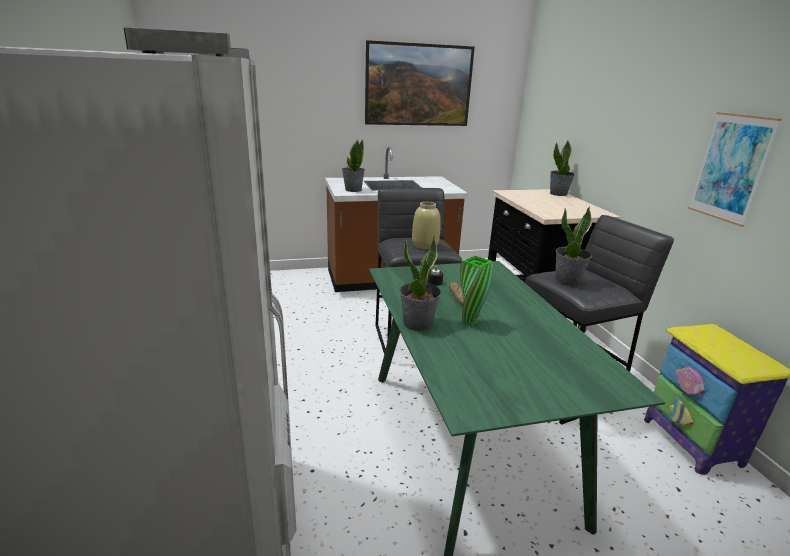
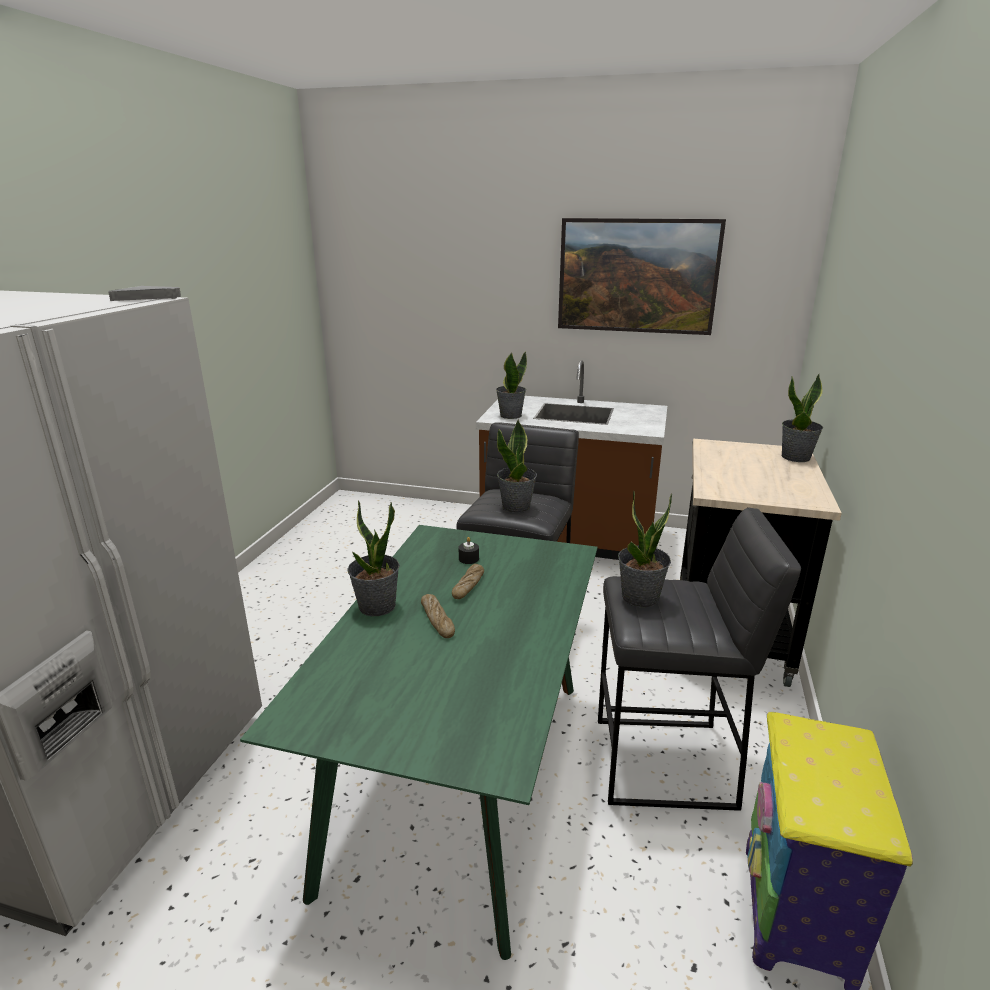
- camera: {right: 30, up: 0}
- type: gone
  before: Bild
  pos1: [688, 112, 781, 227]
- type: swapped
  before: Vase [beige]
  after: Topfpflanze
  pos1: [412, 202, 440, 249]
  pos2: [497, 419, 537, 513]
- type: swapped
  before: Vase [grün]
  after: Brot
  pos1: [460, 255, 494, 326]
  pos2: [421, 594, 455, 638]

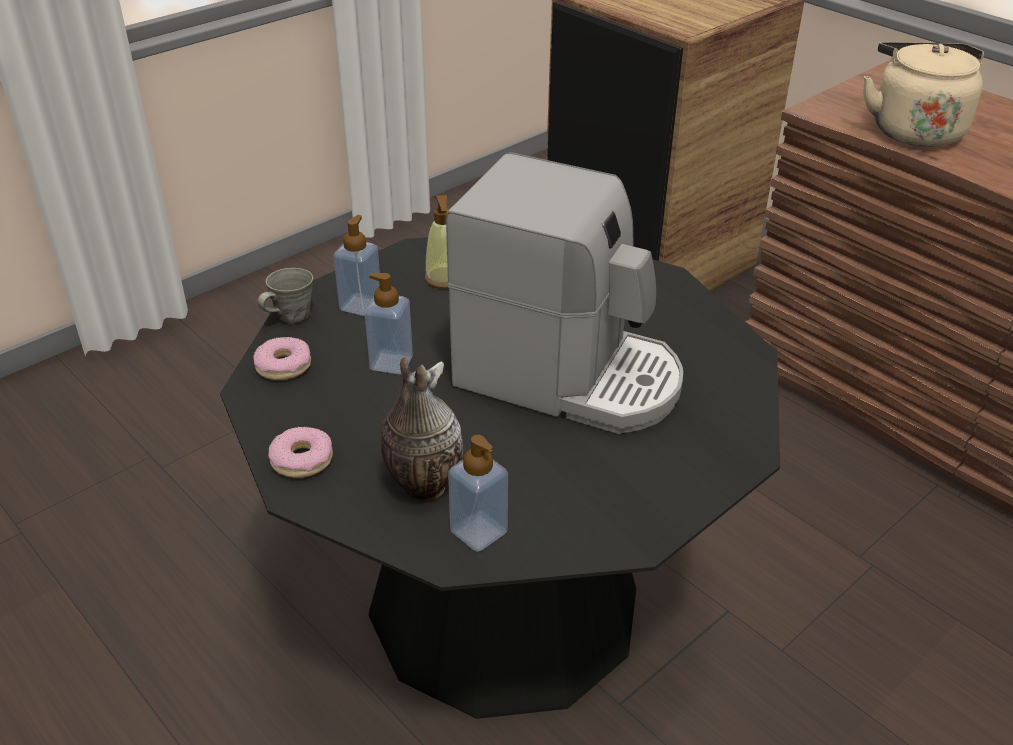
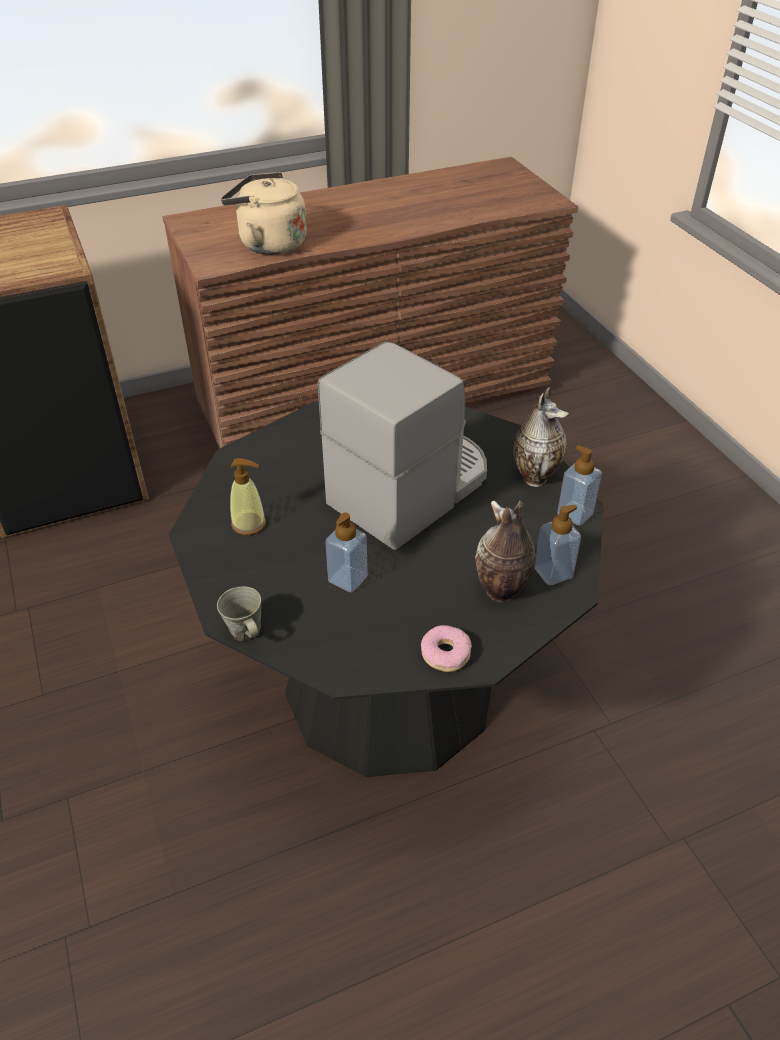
- camera: {right: -70, up: 5}
- type: gone
  before: Donut
  pos1: [253, 337, 311, 380]
- type: new
  after: Vase
  pos2: [512, 387, 569, 487]
- type: shifted
  before: Seifenspender
  pos1: [334, 215, 380, 316]
  pos2: [557, 445, 602, 525]

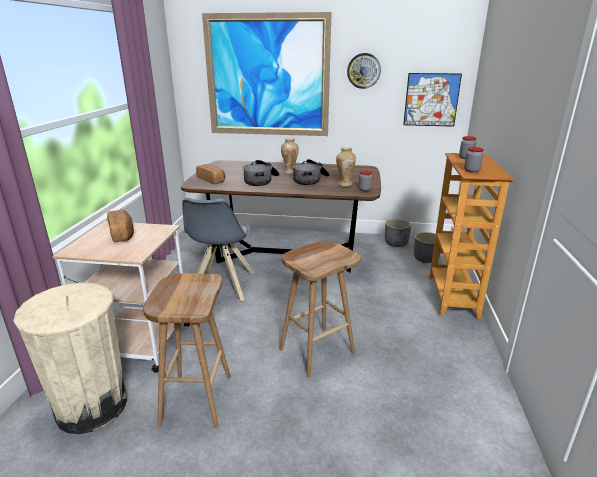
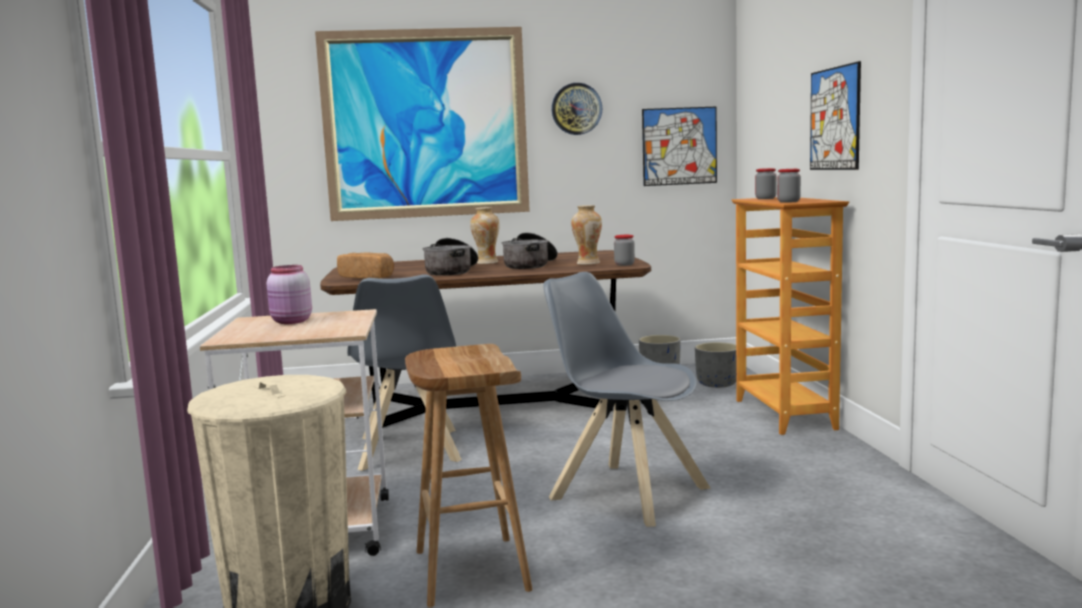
- camera: {right: -15, up: -15}
- type: new
  after: Bild
  pos2: [810, 61, 861, 170]
- type: swapped
  before: Brot
  after: Vorratsglas [rosa]
  pos1: [107, 209, 134, 243]
  pos2: [267, 265, 312, 324]
- type: swapped
  before: Hocker [braun]
  after: Stuhl [grau]
  pos1: [279, 241, 361, 377]
  pos2: [543, 272, 711, 527]

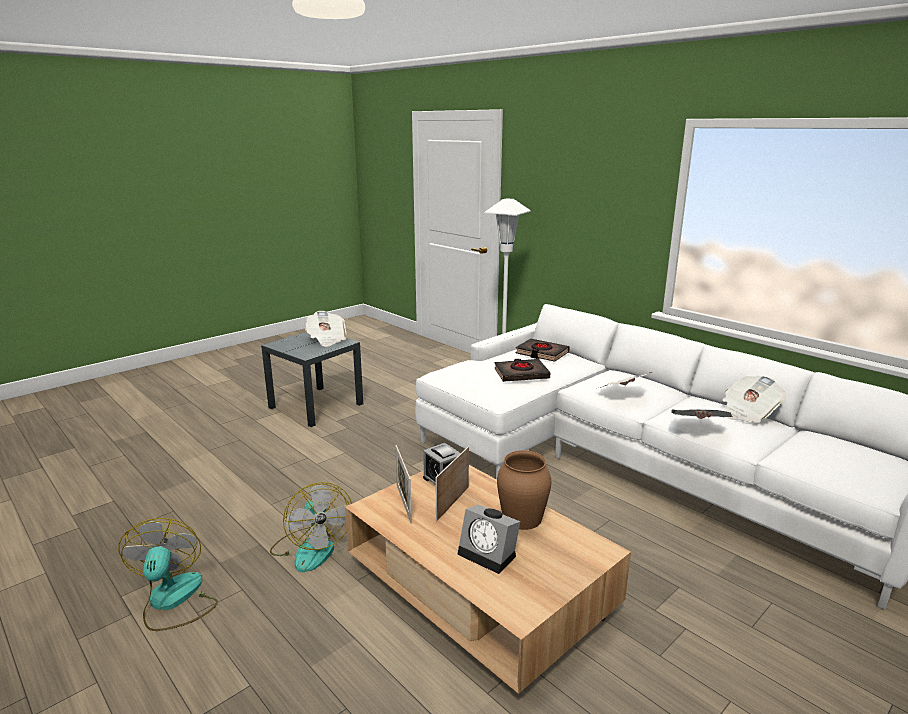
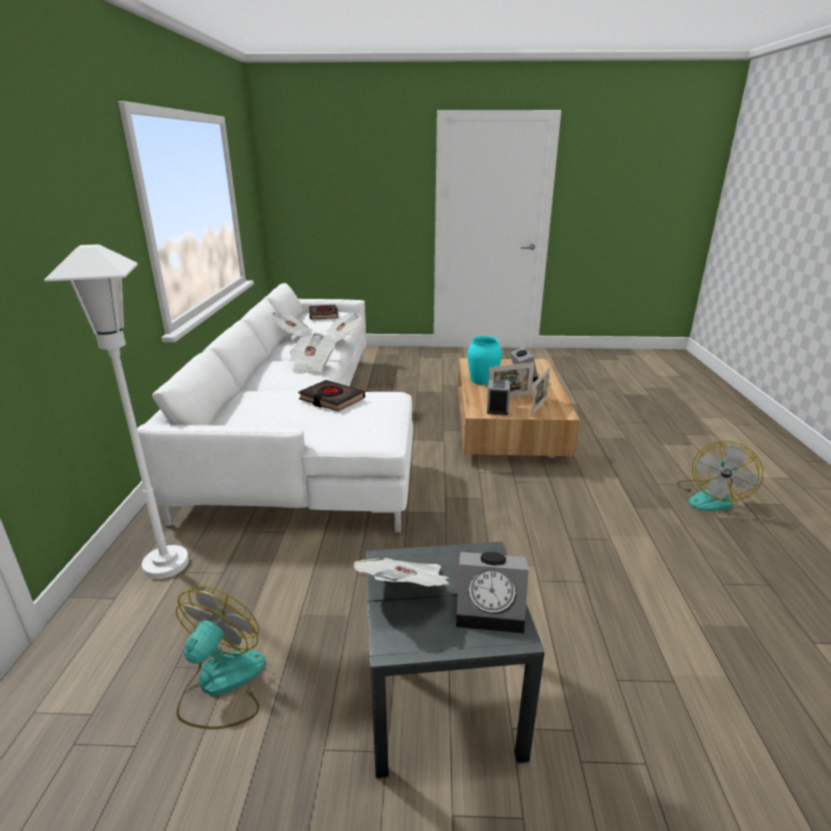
- camera: {right: -135, up: 5}
- type: new
  after: Wecker
  pos2: [456, 552, 529, 633]
- type: shifted
  before: Ventilator
  pos1: [270, 482, 352, 572]
  pos2: [176, 586, 265, 729]
- type: shifted
  before: Buch [schwarz]
  pos1: [516, 339, 570, 362]
  pos2: [309, 305, 338, 320]
- type: repainted
  before: Vase [braun]
  after: Vase [türkis]
  pos1: [497, 450, 551, 530]
  pos2: [467, 336, 502, 385]

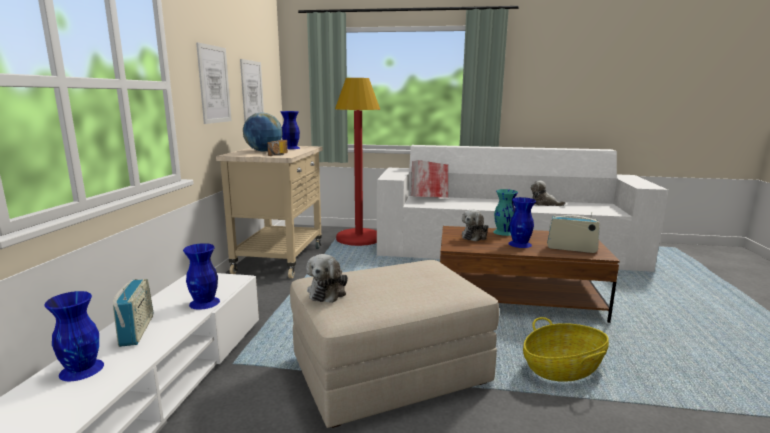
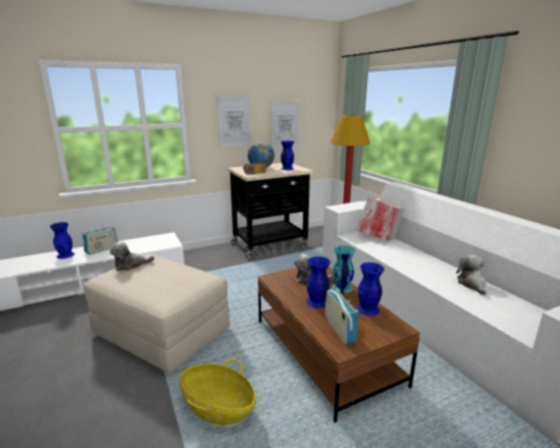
- camera: {right: 55, up: 5}
- type: shifted
  before: Vase [blau]
  pos1: [183, 243, 220, 310]
  pos2: [356, 262, 384, 316]
- type: repainted
  before: Rollwagen [beige]
  after: Rollwagen [schwarz]
  pos1: [216, 146, 323, 278]
  pos2: [228, 163, 313, 259]

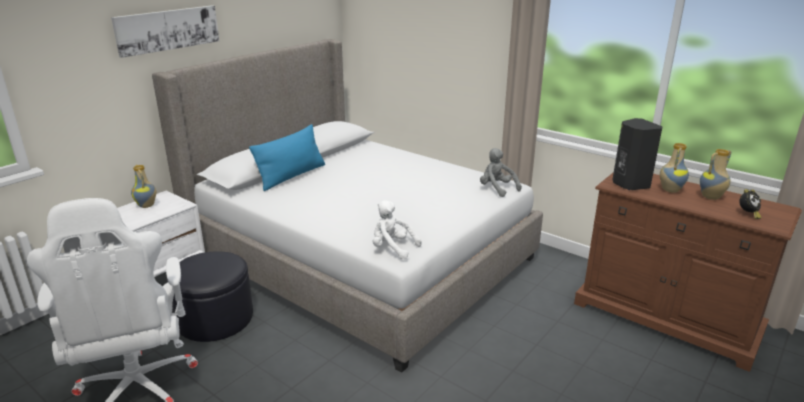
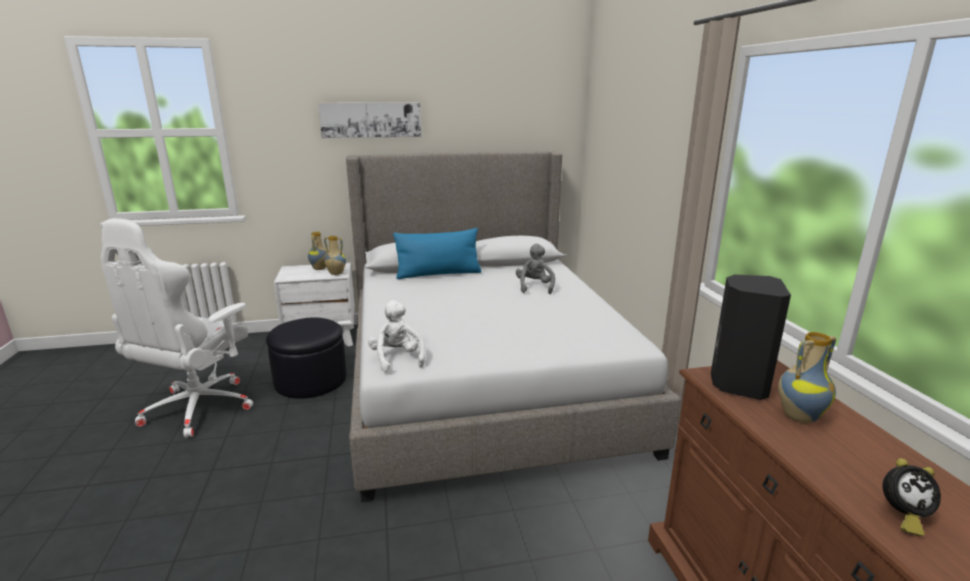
- camera: {right: 40, up: -5}
- type: shifted
  before: Plüschtier [grau]
  pos1: [480, 148, 522, 197]
  pos2: [516, 244, 555, 294]
- type: shifted
  before: Vase
  pos1: [700, 149, 731, 200]
  pos2: [324, 236, 346, 275]

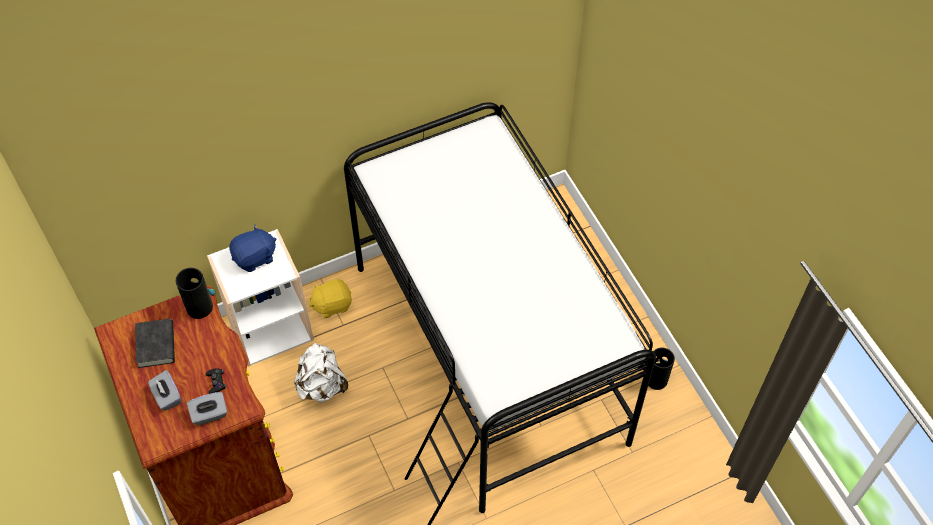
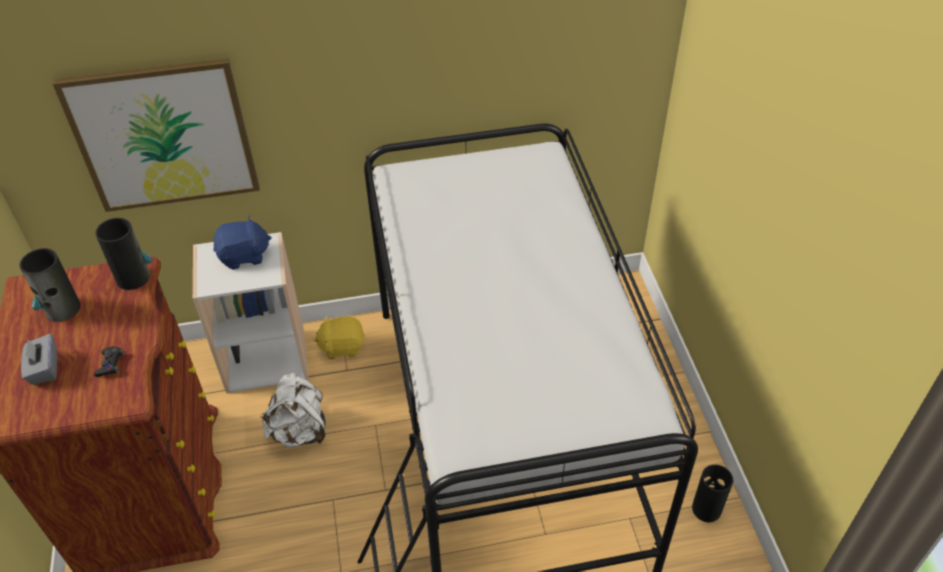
- camera: {right: 15, up: -10}
- type: gone
  before: Taschentuchbox [grau]
  pos1: [187, 392, 227, 425]
- type: new
  after: Bild
  pos2: [53, 58, 260, 212]
- type: swapped
  before: Buch [schwarz]
  after: Vase
  pos1: [135, 319, 175, 368]
  pos2: [20, 248, 80, 322]

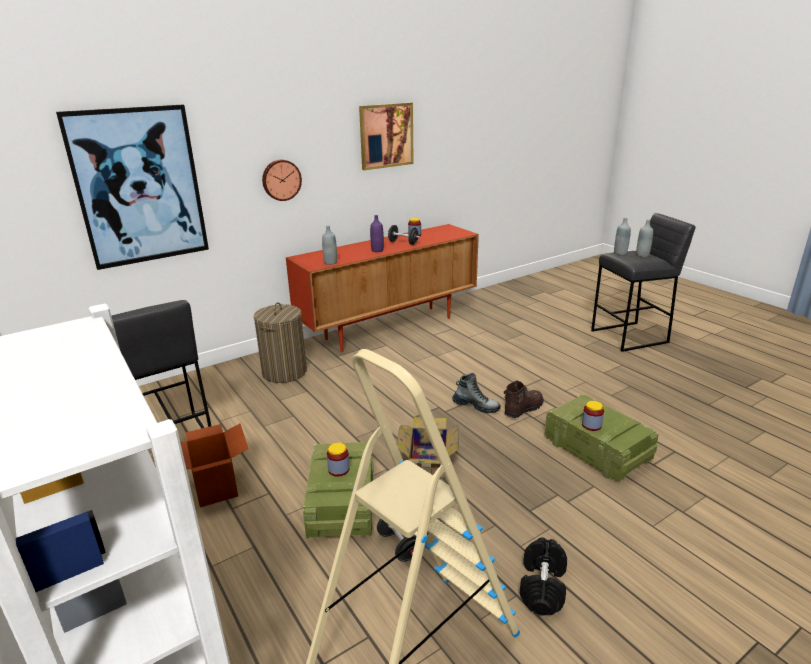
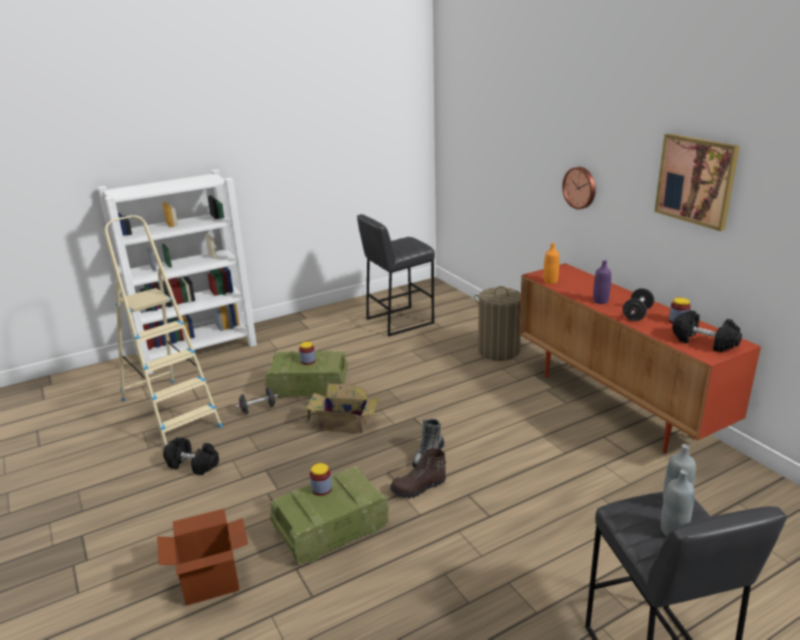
- camera: {right: 95, up: 0}
- type: gone
  before: Bild
  pos1: [56, 105, 209, 270]
- type: new
  after: Hantel [schwarz]
  pos2: [672, 310, 742, 352]
- type: shifted
  before: Karton
  pos1: [180, 424, 249, 507]
  pos2: [157, 509, 248, 606]
- type: repainted
  before: Flasche [grau]
  after: Flasche [orange]
  pos1: [322, 225, 337, 265]
  pos2: [544, 243, 559, 284]
- type: rotated
  before: Stiefel [braun]
  pos1: [504, 381, 544, 418]
  pos2: [390, 448, 446, 499]
  turn: 105

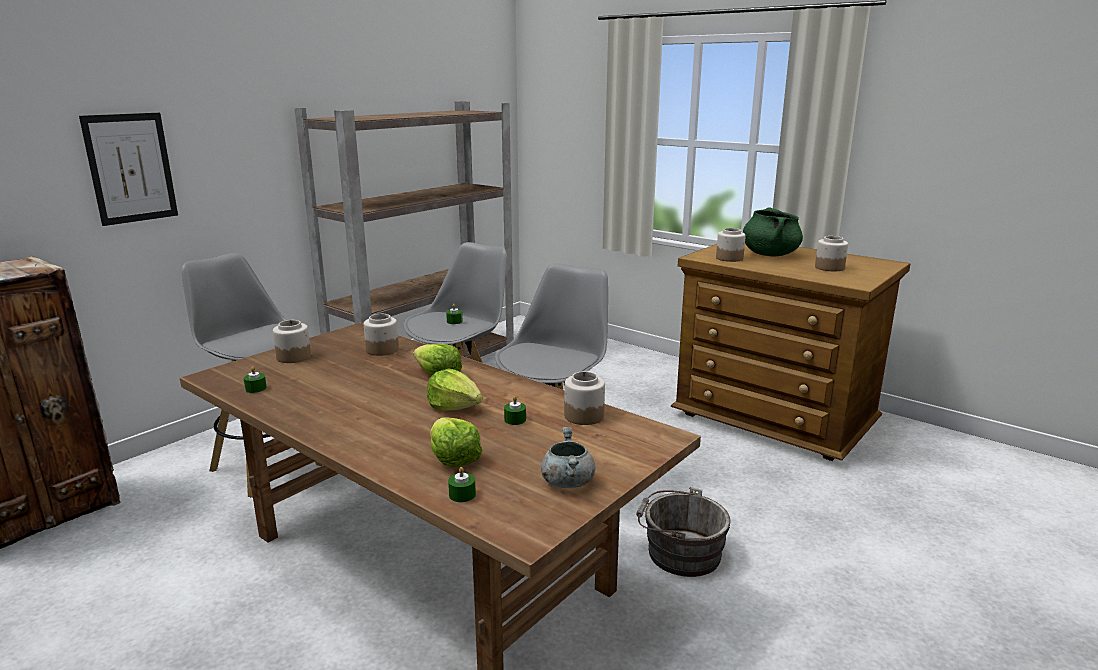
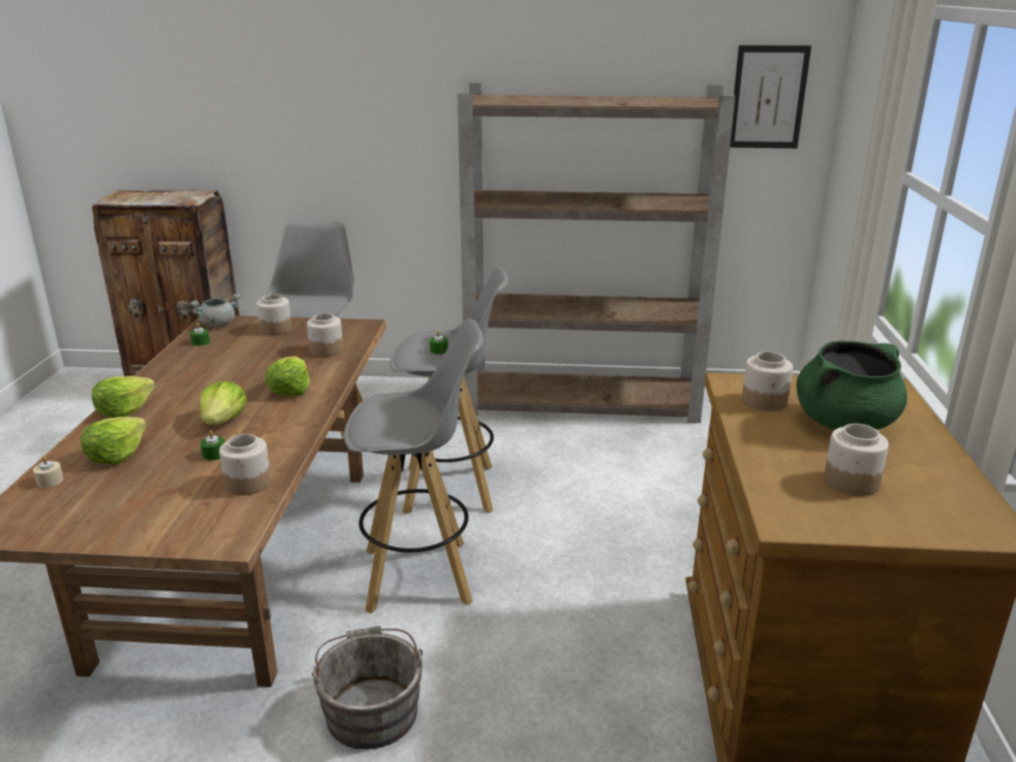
- camera: {right: 55, up: 5}
- type: new
  after: Salatkopf
  pos2: [92, 376, 155, 418]
- type: shifted
  before: Bild
  pos1: [79, 113, 178, 226]
  pos2: [730, 45, 811, 148]
- type: shifted
  before: Kochtopf [grau]
  pos1: [541, 427, 595, 488]
  pos2: [190, 294, 241, 327]
- type: repainted
  before: Kerze [grün]
  after: Kerze [beige]
  pos1: [448, 467, 476, 503]
  pos2: [33, 456, 64, 488]

